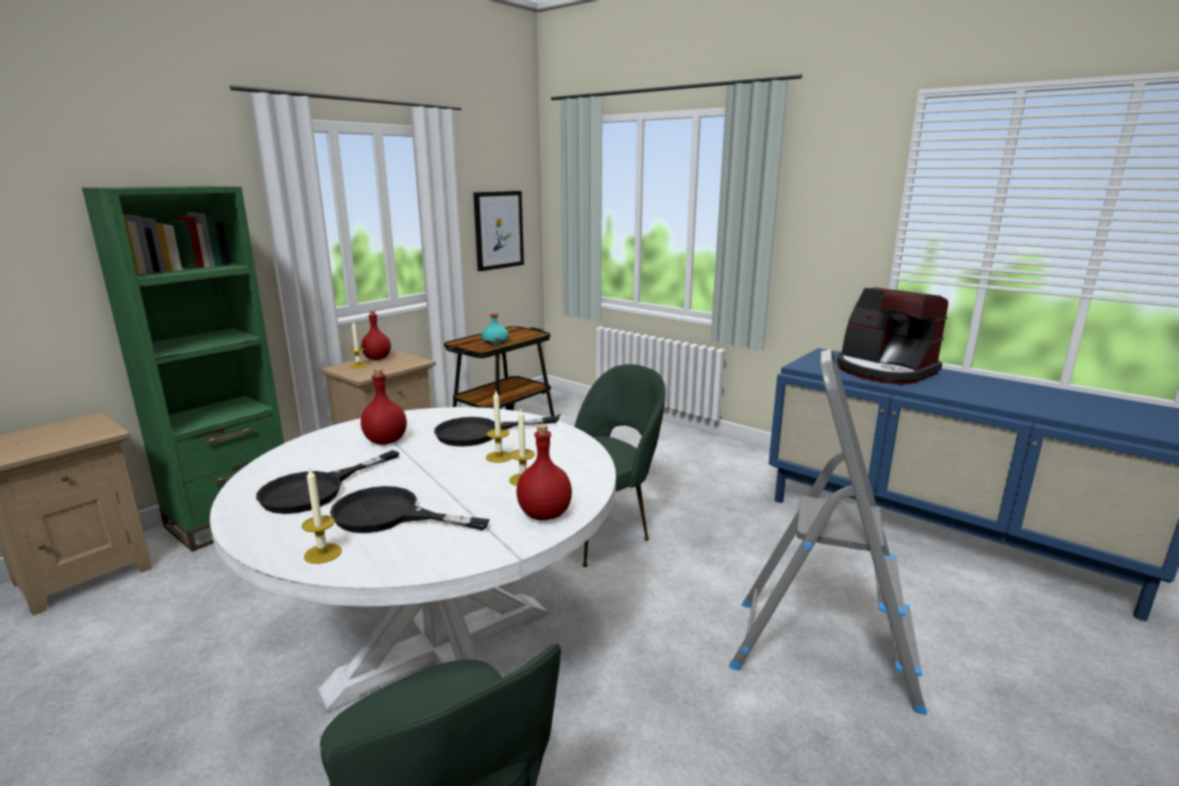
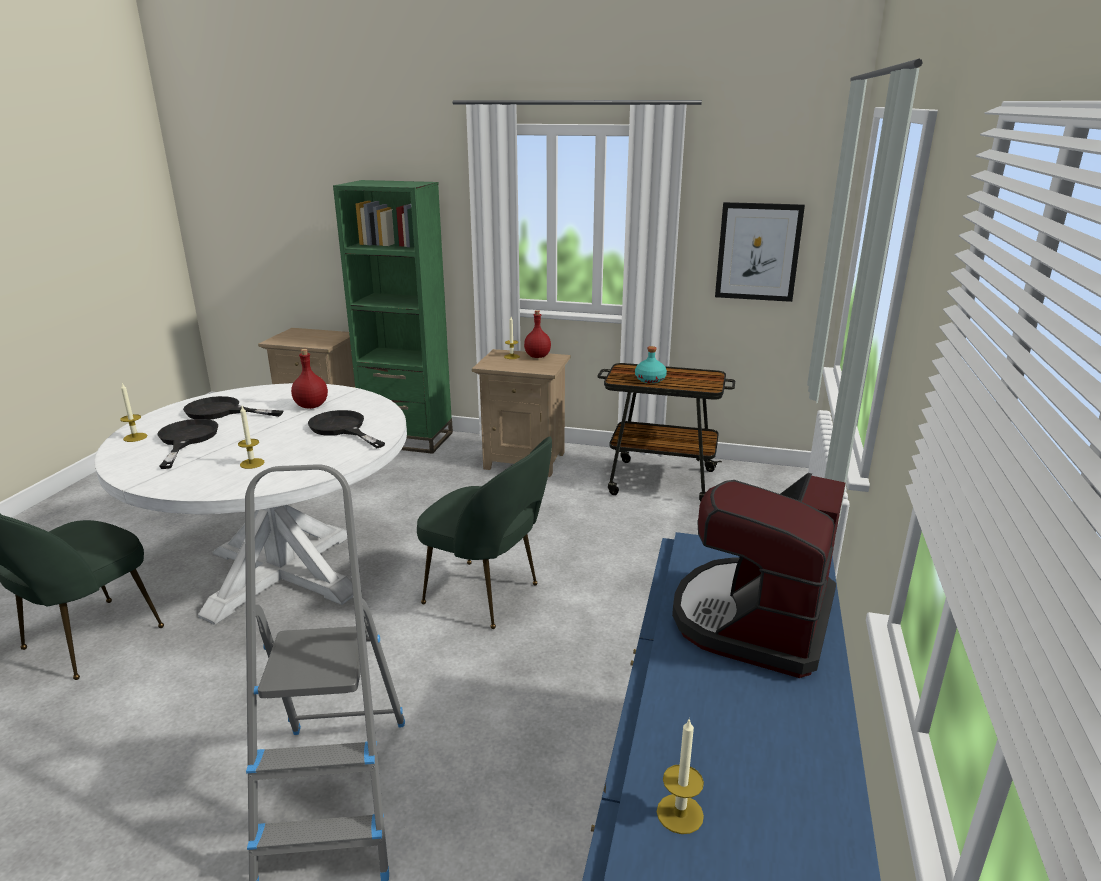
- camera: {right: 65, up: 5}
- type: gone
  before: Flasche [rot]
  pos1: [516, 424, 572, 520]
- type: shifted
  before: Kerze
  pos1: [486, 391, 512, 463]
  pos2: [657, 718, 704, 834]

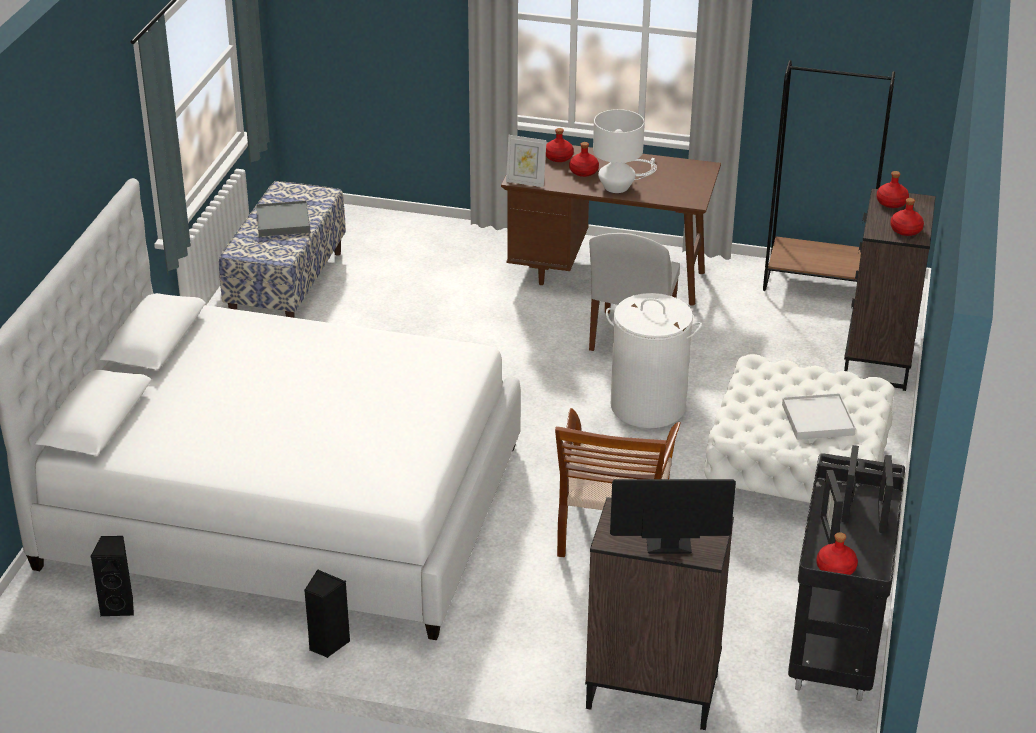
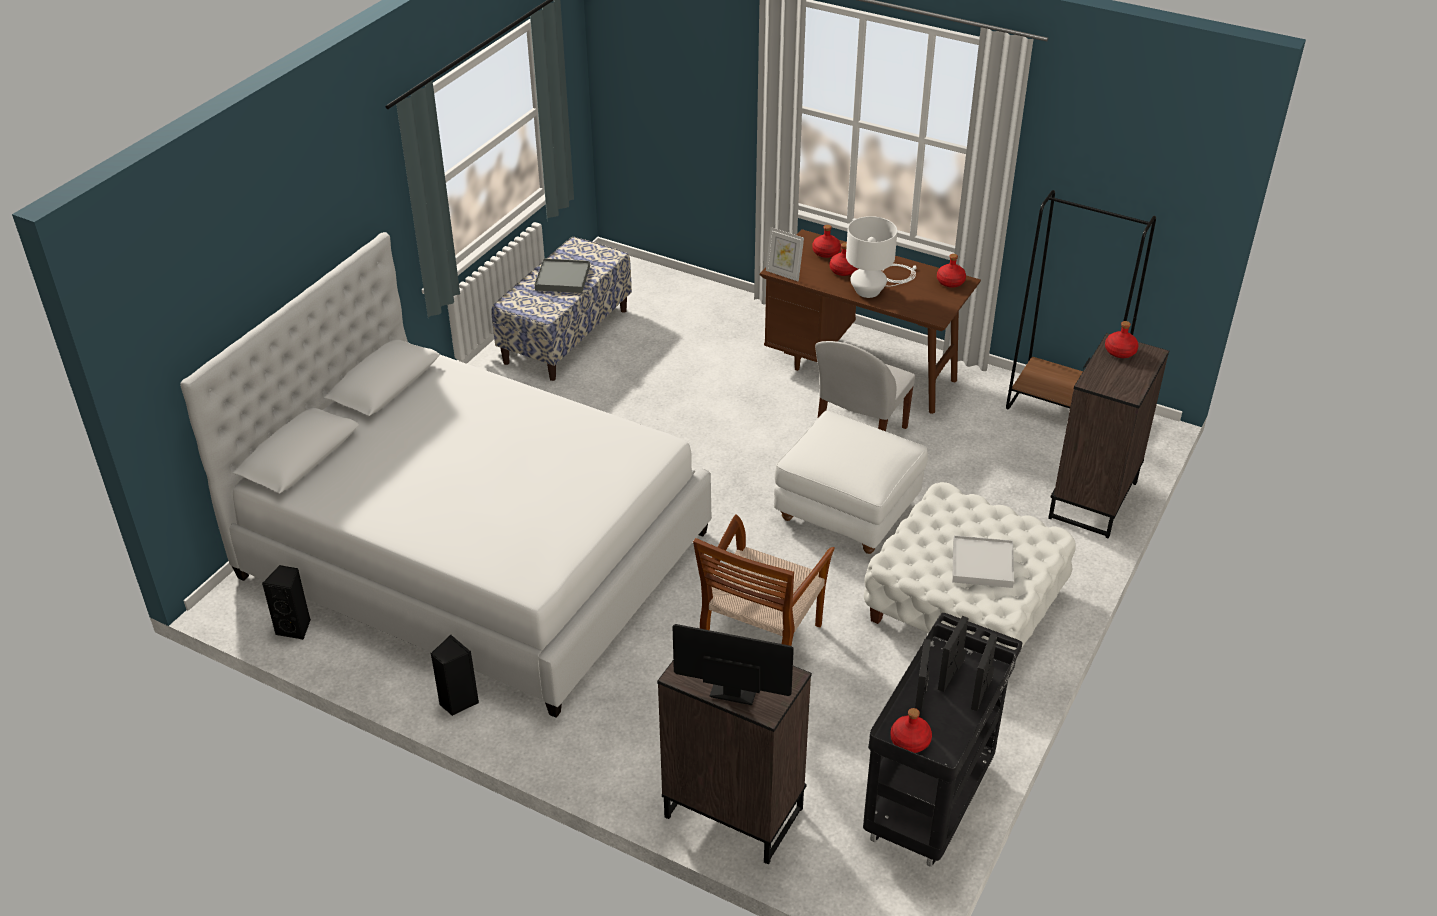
- camera: {right: 15, up: 5}
- type: shifted
  before: Flasche [rot]
  pos1: [890, 198, 924, 236]
  pos2: [937, 254, 966, 288]
- type: swapped
  before: Wäschekorb [weiß]
  after: Polsterhocker [weiß]
  pos1: [606, 293, 702, 428]
  pos2: [774, 410, 928, 554]

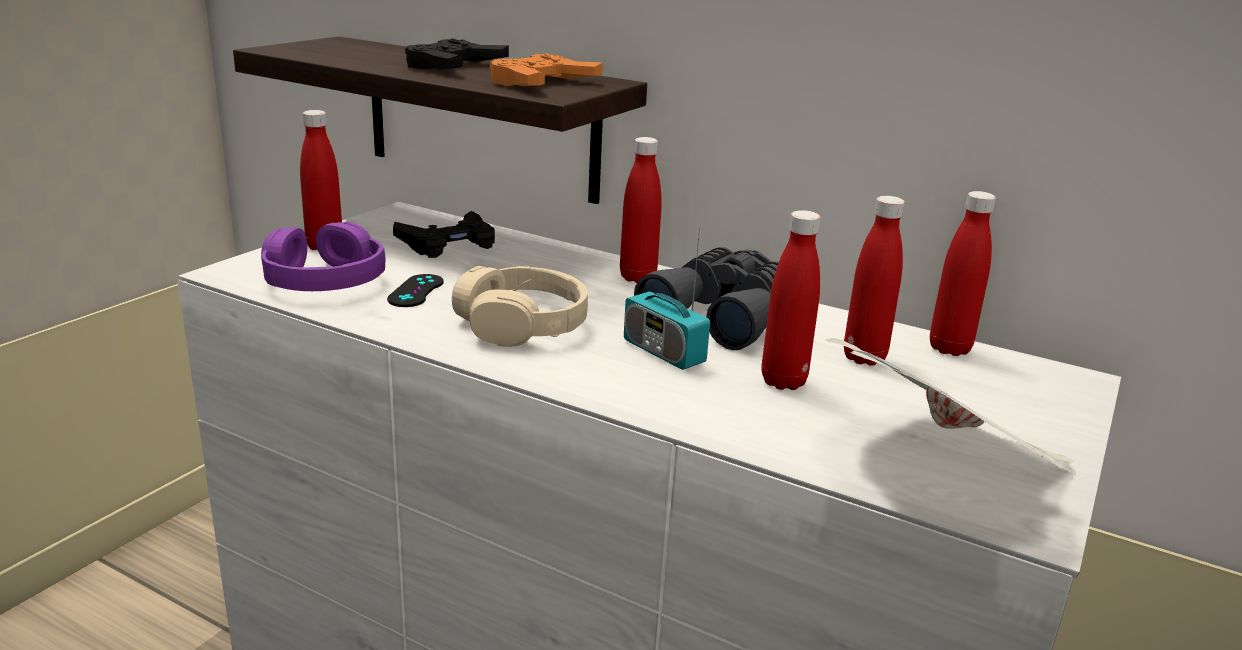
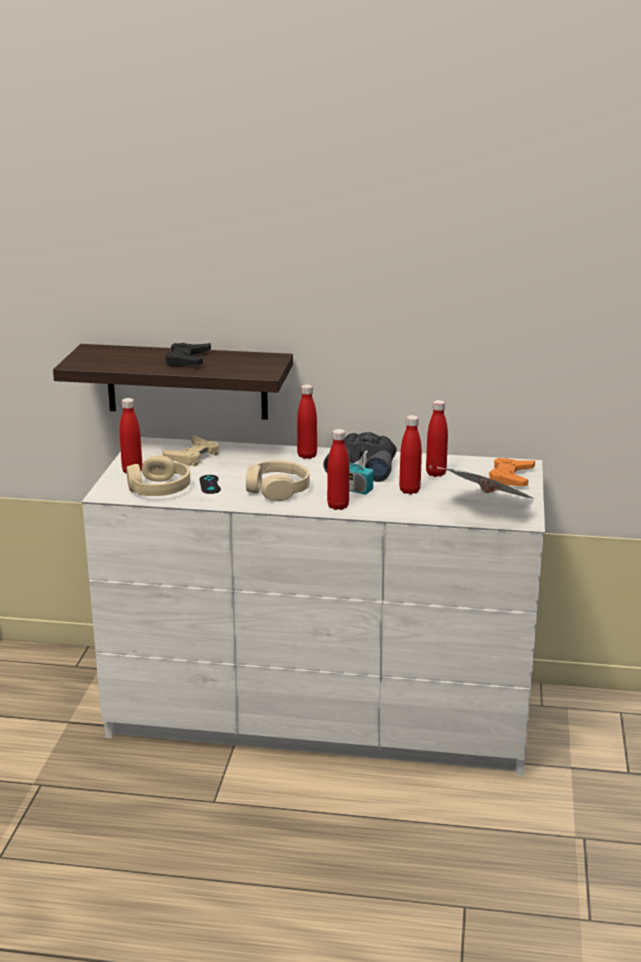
- camera: {right: -20, up: 0}
- type: shifted
  before: Gamepad [orange]
  pos1: [490, 53, 603, 86]
  pos2: [489, 458, 535, 486]
- type: shifted
  before: Flasche [rot]
  pos1: [930, 191, 996, 356]
  pos2: [327, 429, 349, 510]
- type: repainted
  before: Kopfhörer [lila]
  after: Kopfhörer [beige]
  pos1: [261, 221, 385, 291]
  pos2: [126, 455, 190, 496]
- type: repainted
  before: Gamepad [schwarz]
  after: Gamepad [beige]
  pos1: [393, 211, 495, 258]
  pos2: [163, 435, 219, 466]

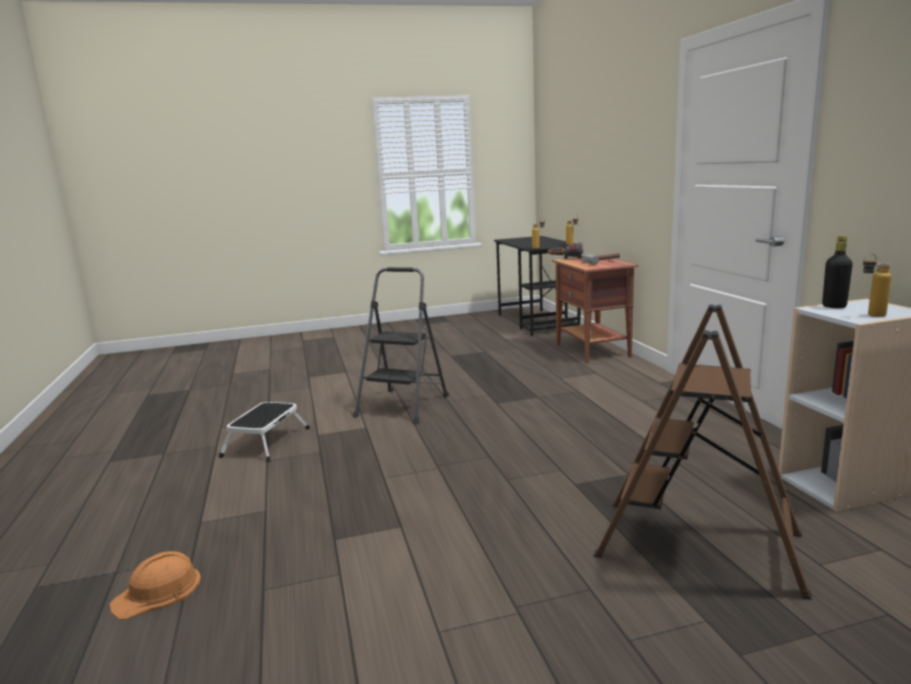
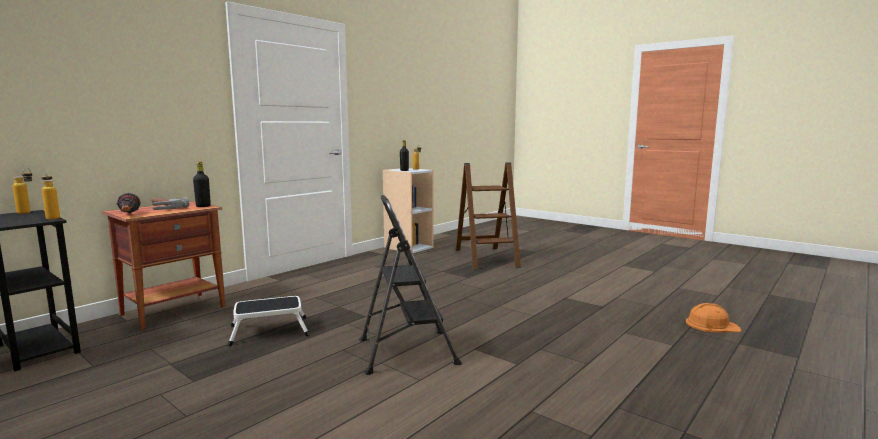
- camera: {right: -125, up: -5}
- type: new
  after: Flasche [schwarz]
  pos2: [193, 162, 211, 207]
- type: shifted
  before: Trittleiter [schwarz]
  pos1: [219, 402, 310, 462]
  pos2: [227, 296, 310, 346]

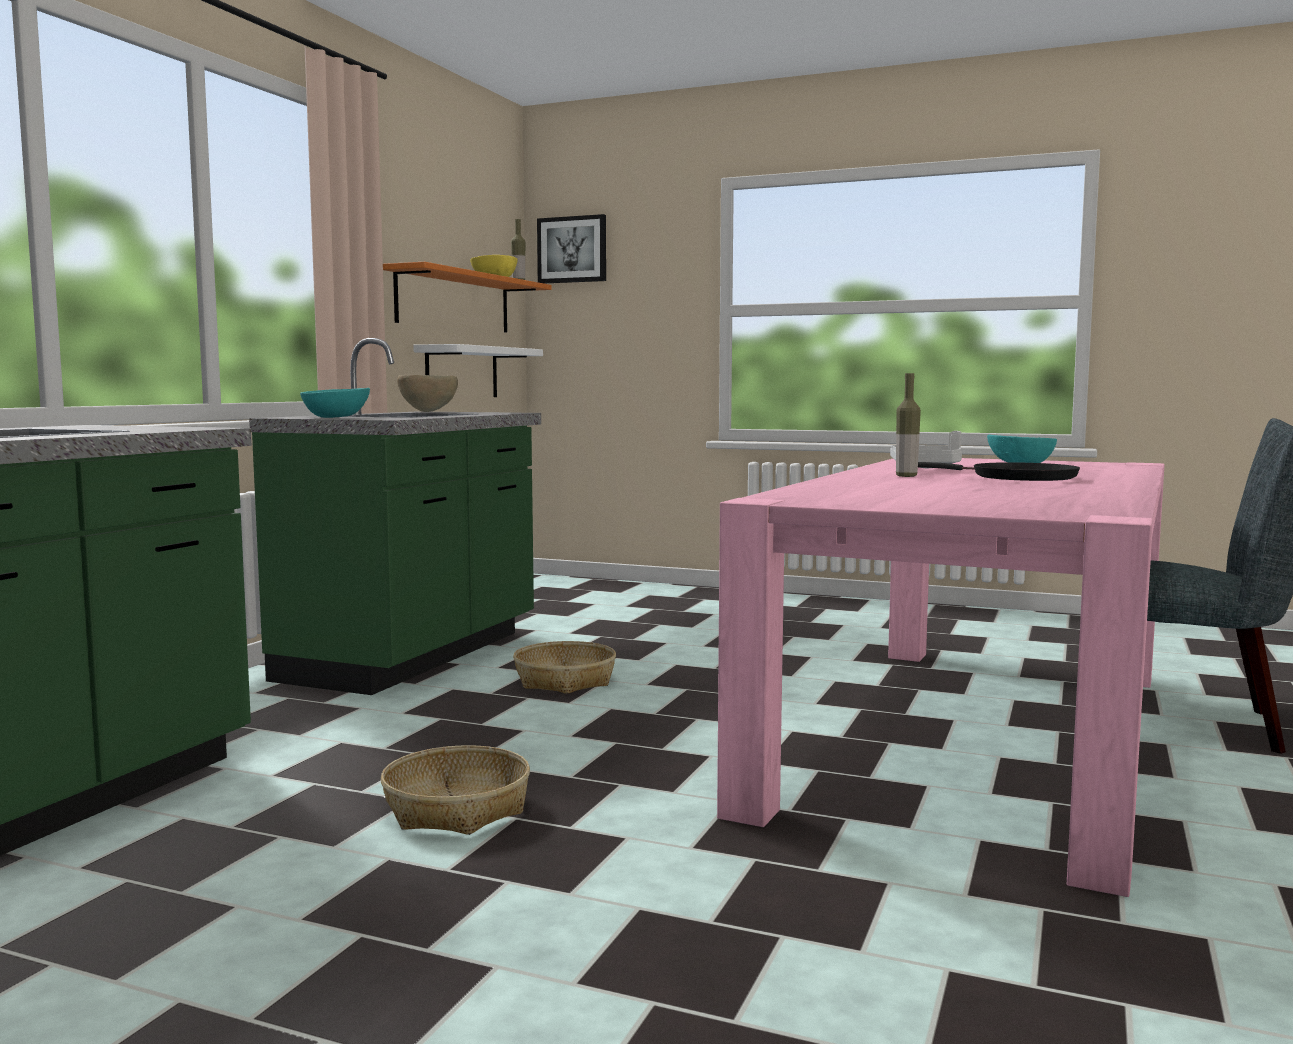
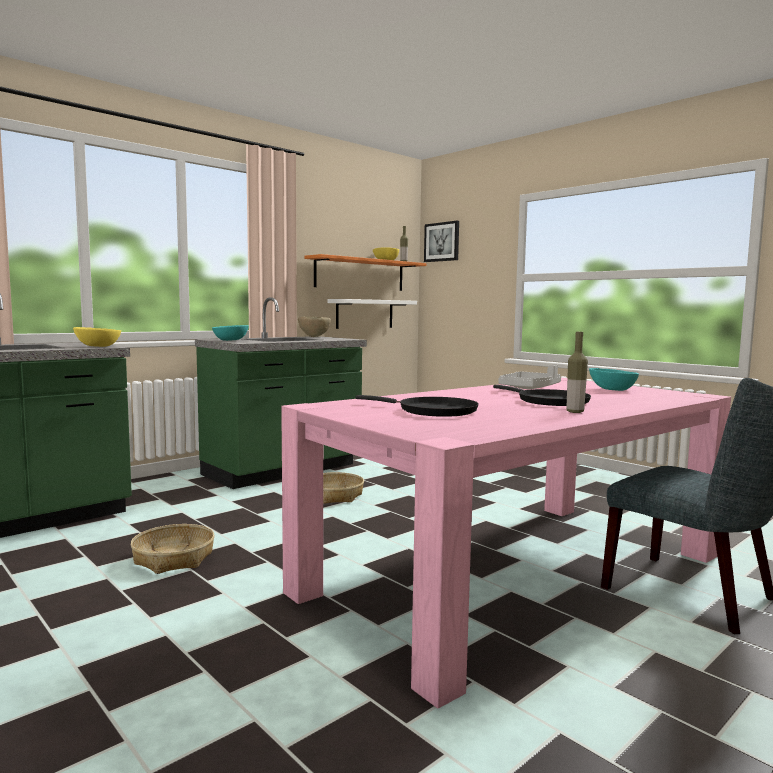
- camera: {right: 25, up: 0}
- type: new
  after: Schüssel [gelb]
  pos2: [73, 327, 121, 347]
- type: new
  after: Pfanne [schwarz]
  pos2: [356, 395, 479, 417]
- type: shifted
  before: Flasche
  pos1: [896, 373, 921, 477]
  pos2: [566, 332, 588, 413]

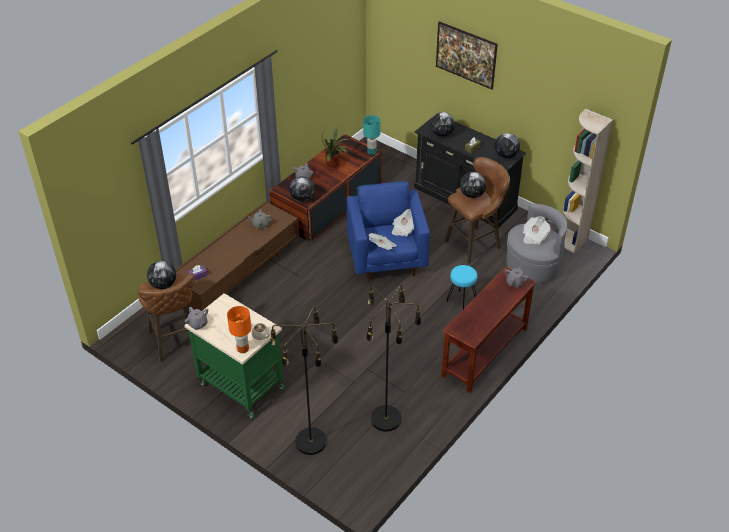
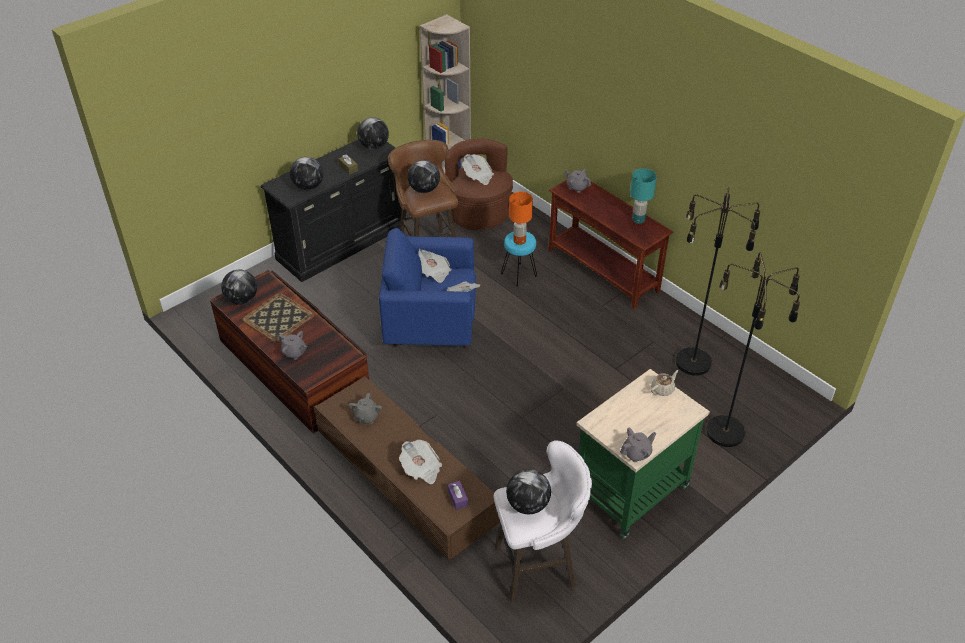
- camera: {right: -80, up: 0}
- type: gone
  before: Bild
  pos1: [436, 21, 498, 90]
- type: new
  after: Zeitung
  pos2: [399, 440, 442, 484]
- type: shifted
  before: Tischlampe [orange]
  pos1: [227, 306, 251, 353]
  pos2: [509, 192, 533, 245]
- type: shifted
  before: Globus
  pos1: [289, 177, 315, 202]
  pos2: [221, 270, 257, 305]
- type: shifted
  before: Tischlampe [türkis]
  pos1: [363, 115, 381, 155]
  pos2: [630, 168, 657, 224]
- type: swapped
  before: Topfpflanze
  after: Tablett
  pos1: [322, 124, 348, 169]
  pos2: [242, 293, 314, 343]
- type: repainted
  before: Hocker [braun]
  after: Hocker [weiß]
  pos1: [138, 273, 194, 362]
  pos2: [494, 440, 592, 602]
- type: repainted
  before: Sessel [grau]
  after: Sessel [braun]
  pos1: [506, 204, 567, 284]
  pos2: [445, 138, 513, 230]

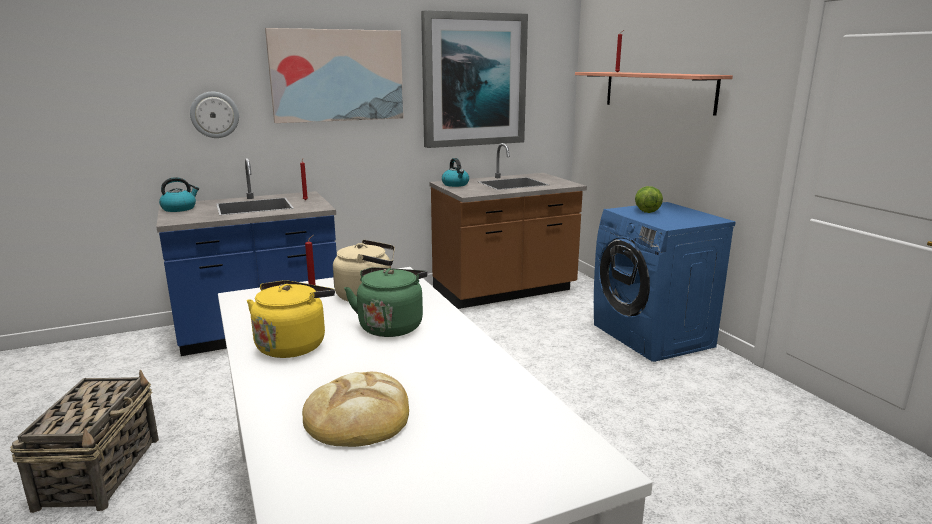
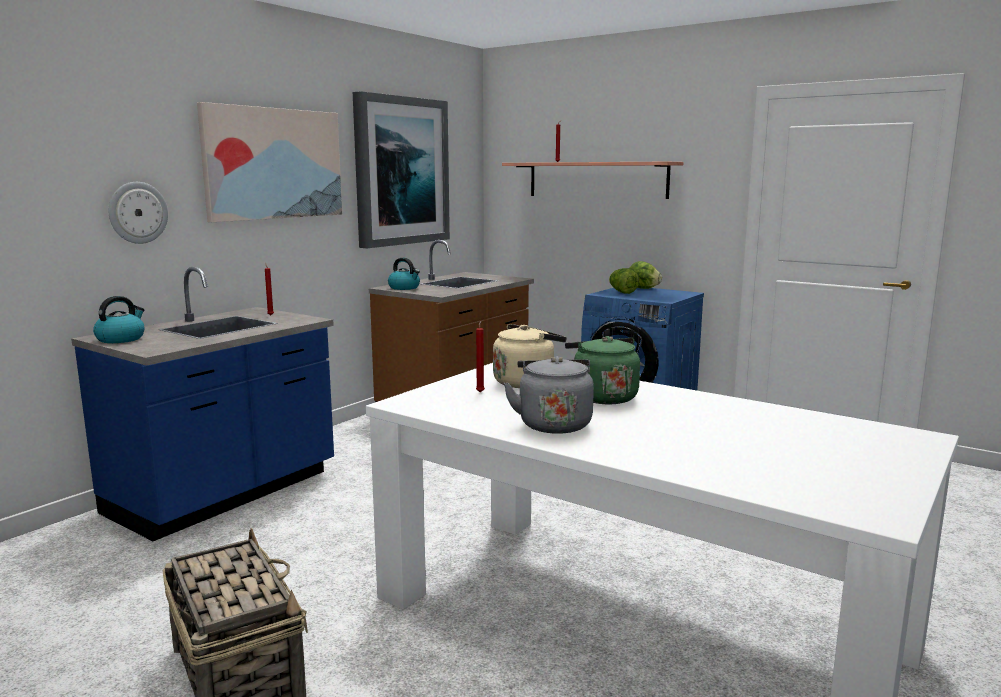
- camera: {right: -30, up: -5}
- type: gone
  before: Brot
  pos1: [302, 372, 409, 447]
- type: new
  after: Salatkopf
  pos2: [630, 261, 662, 289]
- type: repainted
  before: Wasserkessel [gelb]
  after: Wasserkessel [grau]
  pos1: [247, 280, 335, 358]
  pos2: [504, 356, 594, 434]

